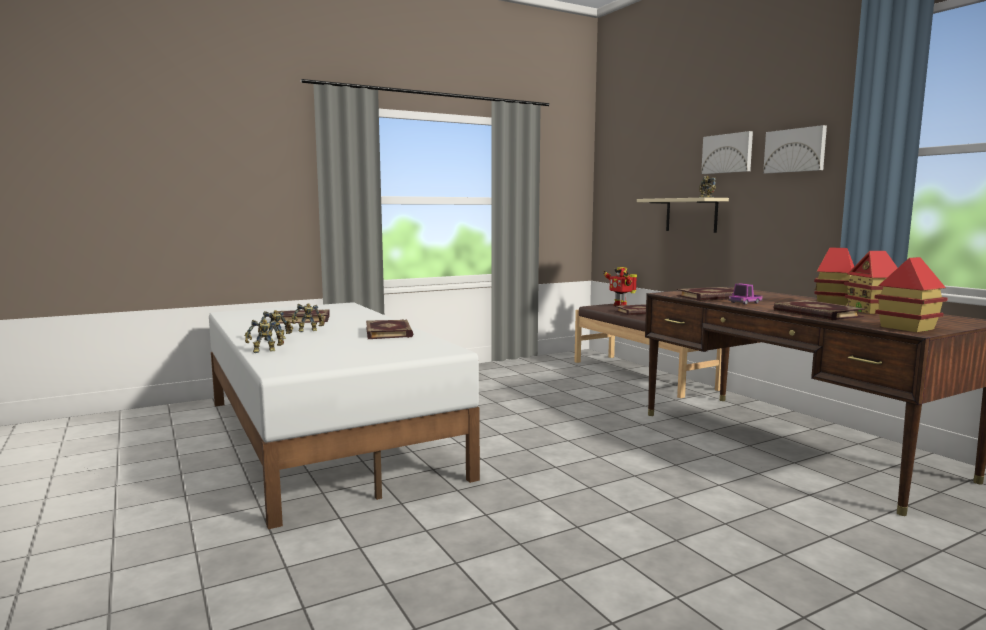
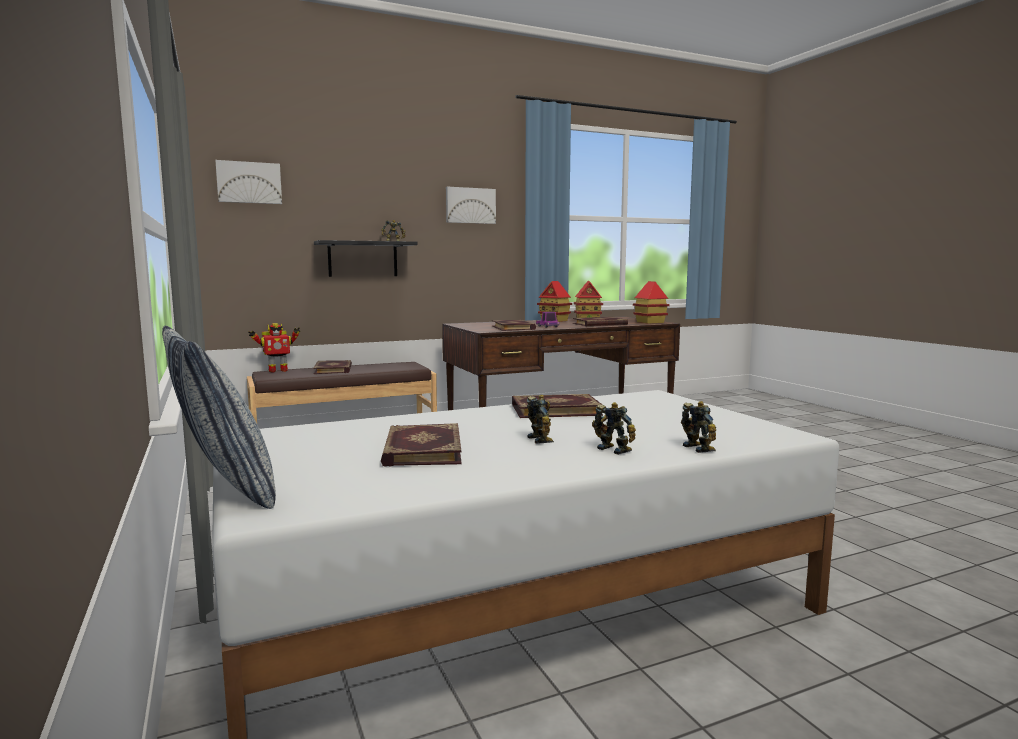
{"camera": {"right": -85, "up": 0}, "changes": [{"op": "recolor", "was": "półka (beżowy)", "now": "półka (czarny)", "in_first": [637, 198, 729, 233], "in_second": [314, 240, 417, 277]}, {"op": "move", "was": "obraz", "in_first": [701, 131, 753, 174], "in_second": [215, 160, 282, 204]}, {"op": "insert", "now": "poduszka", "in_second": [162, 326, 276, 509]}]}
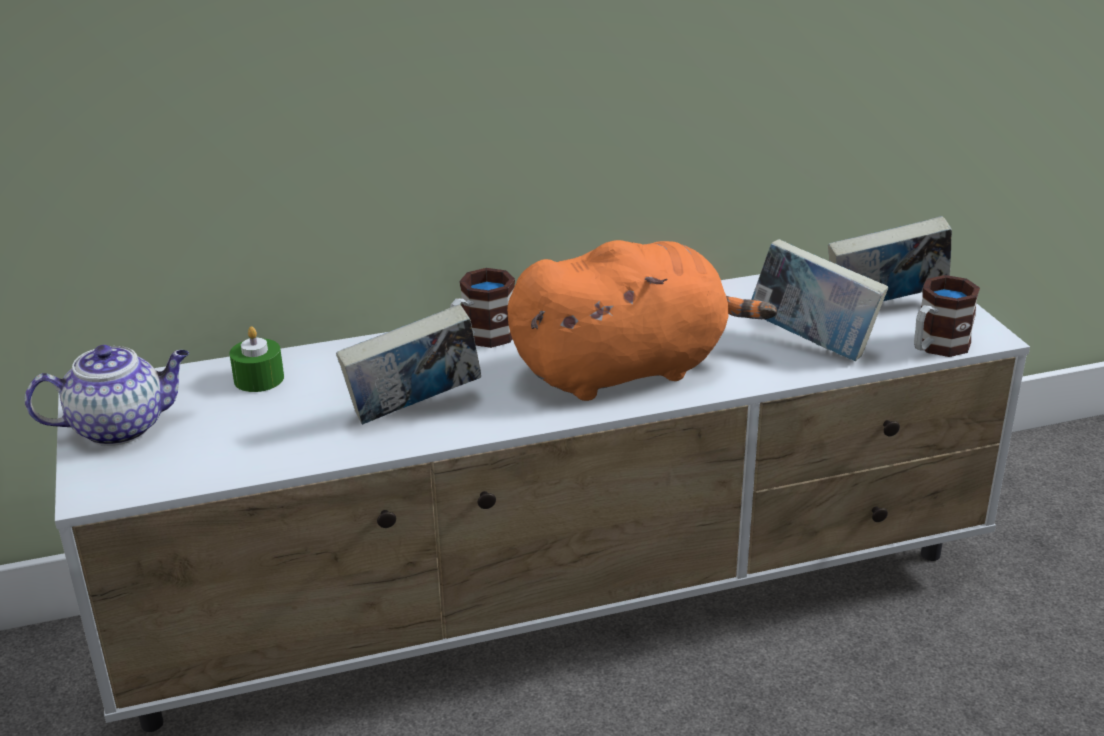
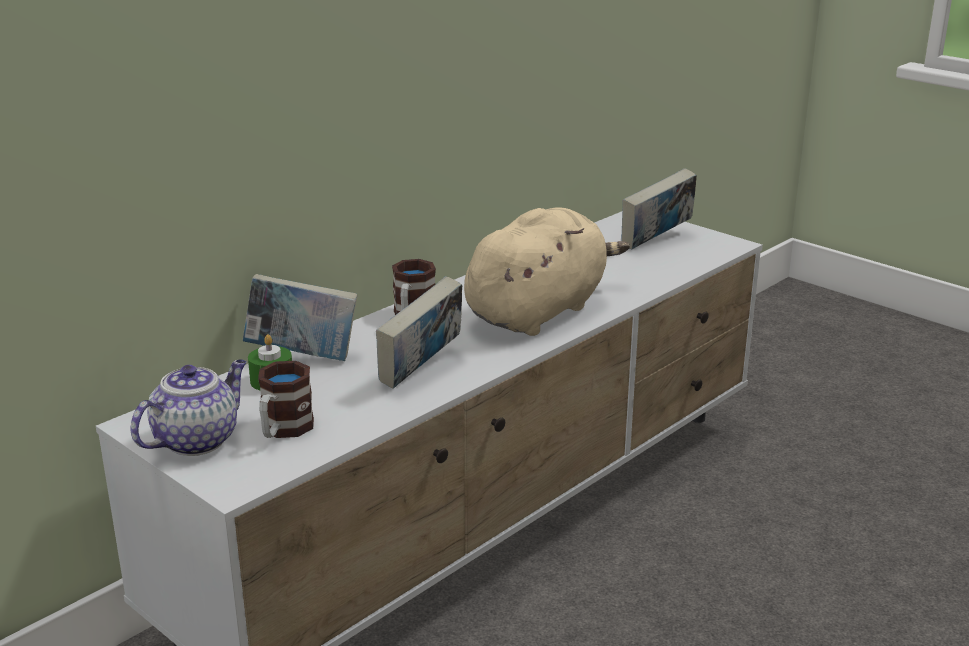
{"camera": {"right": -30, "up": -5}, "changes": [{"op": "recolor", "was": "pluszak (pomarańczowy)", "now": "pluszak (beżowy)", "in_first": [507, 240, 777, 401], "in_second": [464, 207, 630, 336]}, {"op": "move", "was": "książka", "in_first": [751, 239, 888, 361], "in_second": [243, 274, 357, 361]}, {"op": "move", "was": "kubek", "in_first": [914, 275, 980, 357], "in_second": [258, 361, 314, 438]}]}
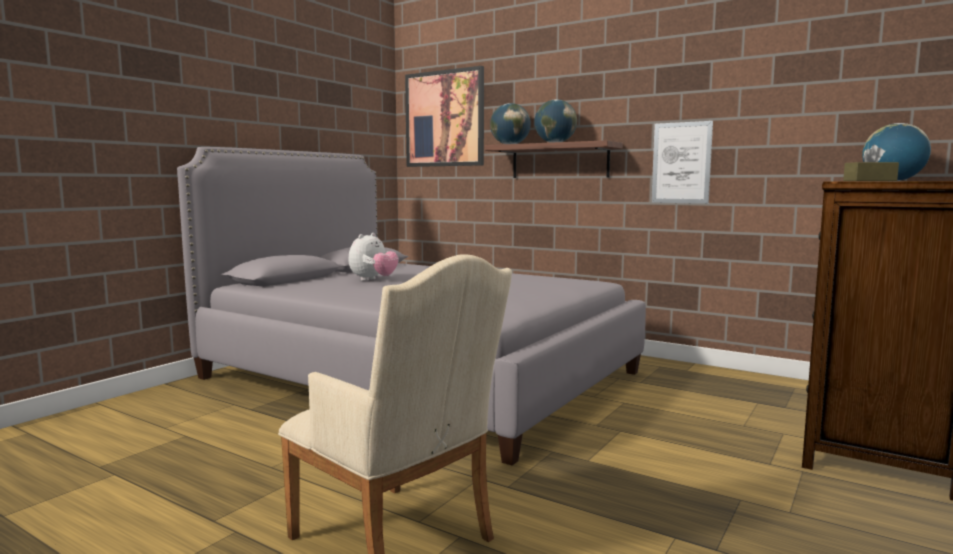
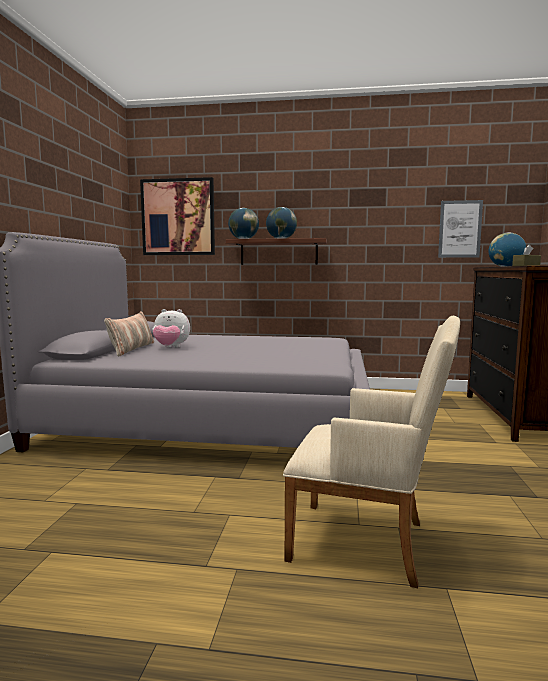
{"camera": {"right": -25, "up": 0}, "changes": [{"op": "rotate", "was": "pluszak", "in_first": [349, 233, 399, 281], "in_second": [153, 309, 190, 347], "clockwise": 90}, {"op": "move", "was": "obraz", "in_first": [651, 121, 713, 204], "in_second": [438, 200, 483, 258]}, {"op": "insert", "now": "poduszka", "in_second": [104, 311, 154, 357]}]}
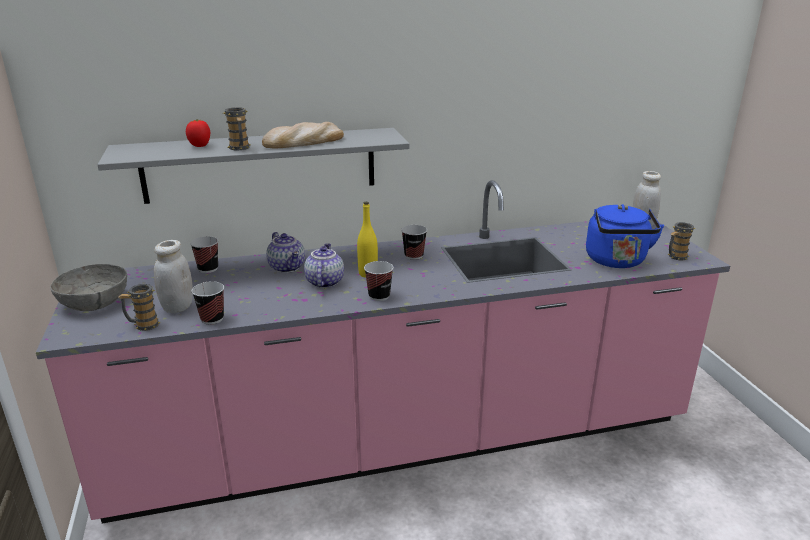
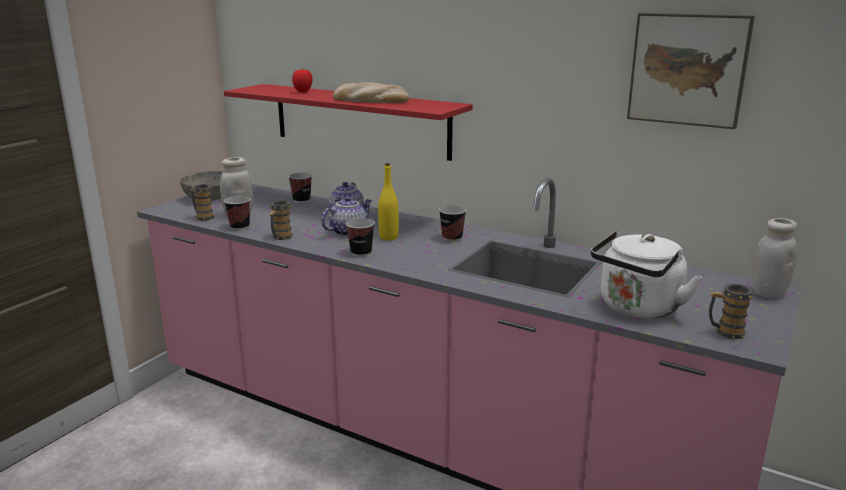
{"camera": {"right": 45, "up": -5}, "changes": [{"op": "recolor", "was": "półka (szary)", "now": "półka (czerwony)", "in_first": [97, 128, 409, 204], "in_second": [224, 84, 473, 161]}, {"op": "move", "was": "kubek", "in_first": [223, 107, 251, 151], "in_second": [269, 200, 293, 240]}, {"op": "recolor", "was": "czajnik (niebieski)", "now": "czajnik (biały)", "in_first": [586, 204, 664, 268], "in_second": [591, 231, 702, 319]}, {"op": "insert", "now": "obraz", "in_second": [627, 13, 755, 129]}]}
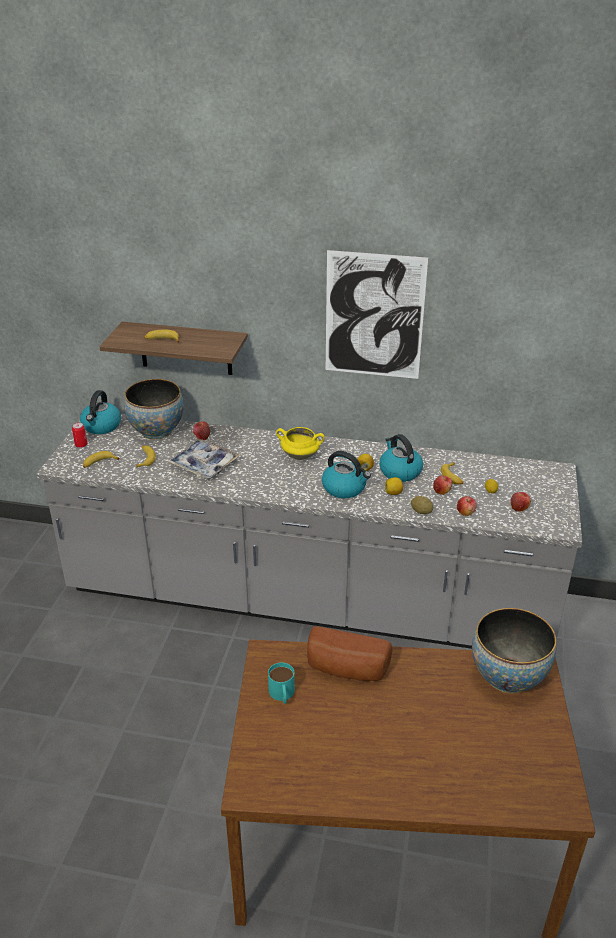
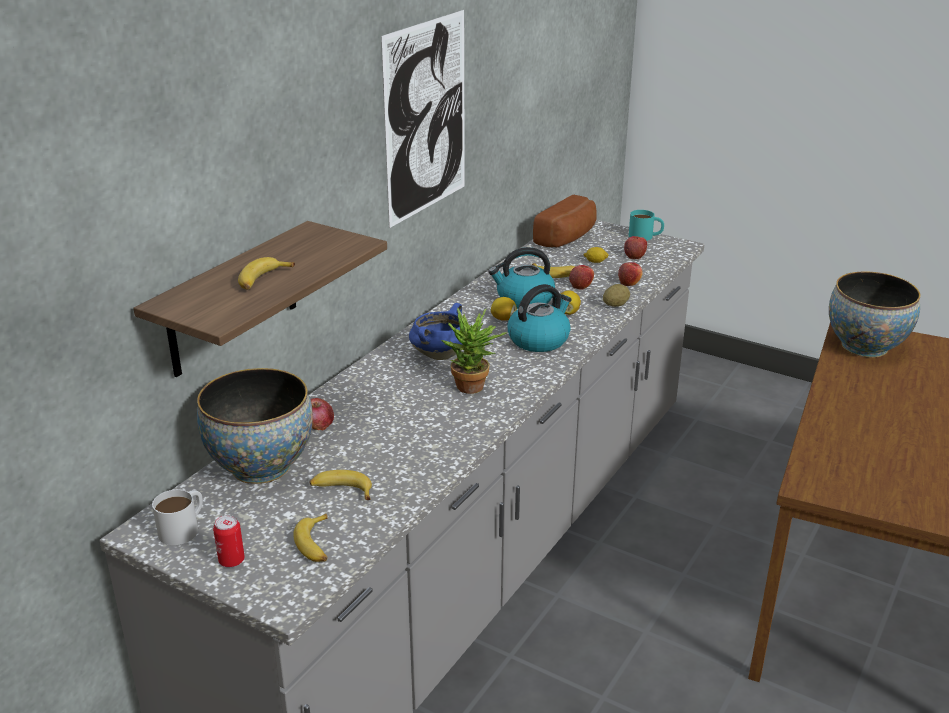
{"camera": {"right": -70, "up": -5}, "changes": [{"op": "replace", "was": "czajnik", "now": "kubek (biały)", "in_first": [80, 390, 121, 434], "in_second": [152, 489, 203, 545]}, {"op": "delete", "was": "taca", "in_first": [167, 439, 240, 479]}, {"op": "move", "was": "kubek (turkusowy)", "in_first": [268, 663, 295, 704], "in_second": [629, 210, 664, 241]}, {"op": "recolor", "was": "garnek (żółty)", "now": "garnek (niebieski)", "in_first": [276, 427, 325, 460], "in_second": [409, 303, 463, 360]}, {"op": "move", "was": "chleb", "in_first": [307, 626, 392, 681], "in_second": [533, 195, 597, 247]}, {"op": "insert", "now": "roślina doniczkowa", "in_second": [441, 308, 508, 394]}]}
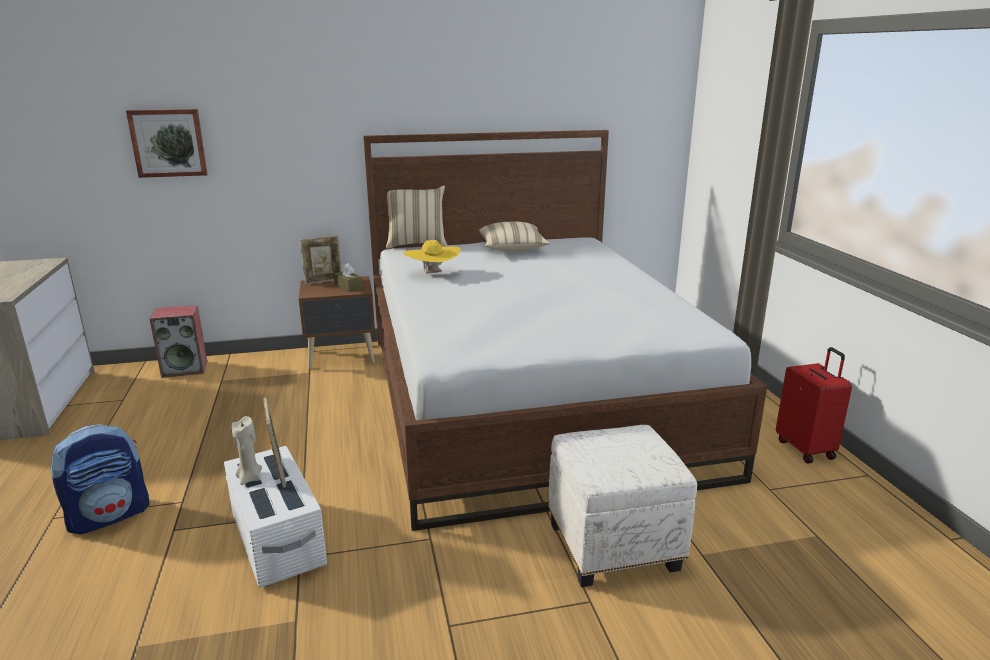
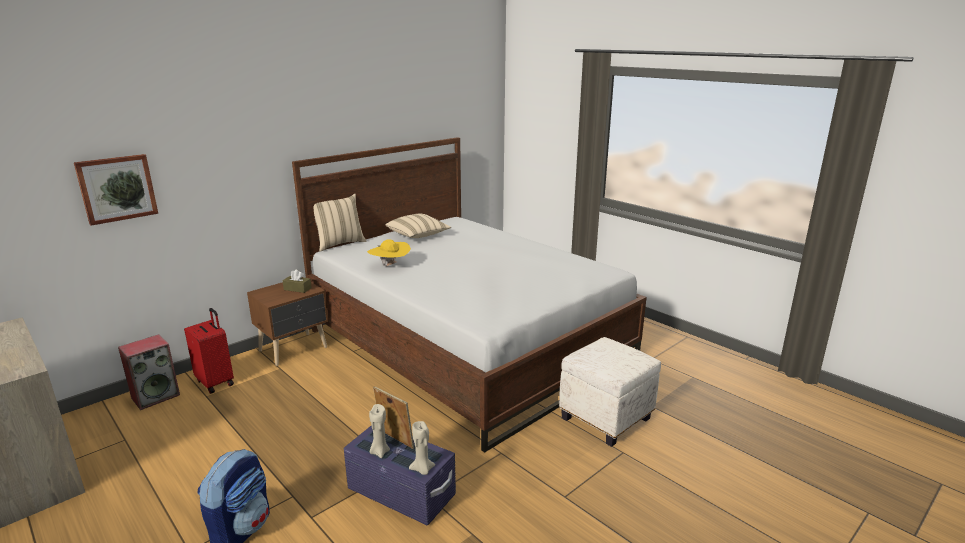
{"camera": {"right": -30, "up": 0}, "changes": [{"op": "recolor", "was": "pojemnik do przechowywania (biały)", "now": "pojemnik do przechowywania (fioletowy)", "in_first": [224, 446, 327, 588], "in_second": [344, 425, 456, 525]}, {"op": "delete", "was": "ramka na zdjęcie", "in_first": [300, 235, 342, 285]}, {"op": "move", "was": "walizka (czerwony)", "in_first": [776, 347, 852, 464], "in_second": [184, 308, 234, 394]}, {"op": "insert", "now": "świeca (beżowy)", "in_second": [409, 421, 435, 475]}]}
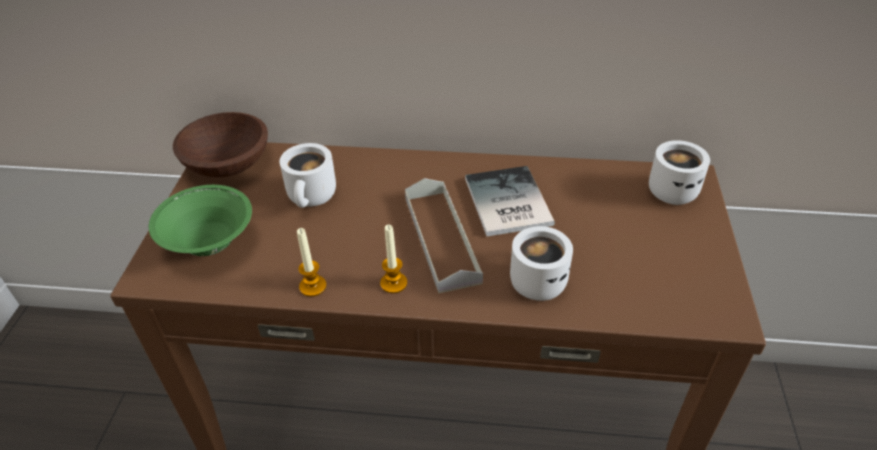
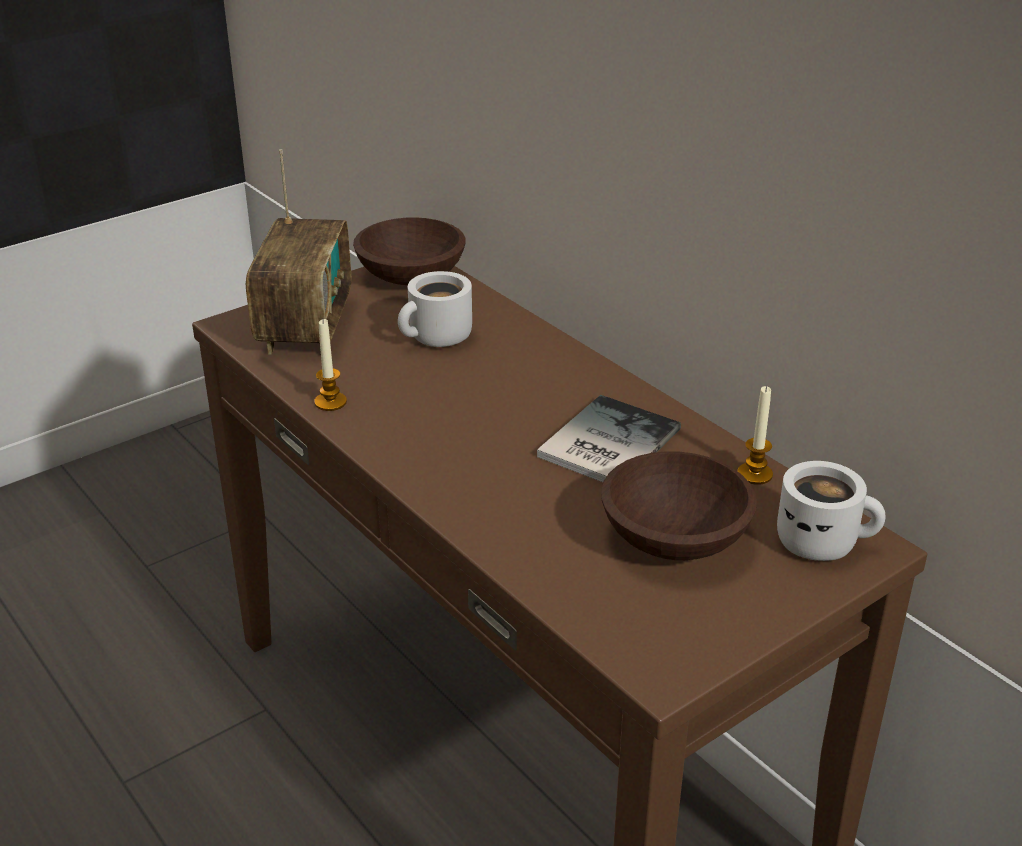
{"camera": {"right": 45, "up": -10}, "changes": [{"op": "replace", "was": "miska (zielony)", "now": "radio", "in_first": [149, 185, 252, 256], "in_second": [246, 149, 352, 354]}, {"op": "move", "was": "świeca", "in_first": [380, 225, 407, 294], "in_second": [738, 386, 773, 485]}, {"op": "delete", "was": "taca (szary)", "in_first": [405, 178, 483, 293]}, {"op": "delete", "was": "kubek (biały)", "in_first": [510, 226, 573, 301]}, {"op": "insert", "now": "miska (brązowy)", "in_second": [601, 451, 757, 560]}]}
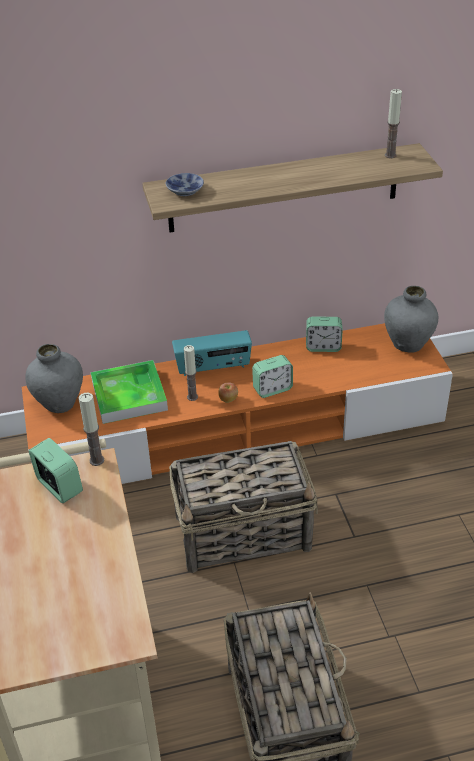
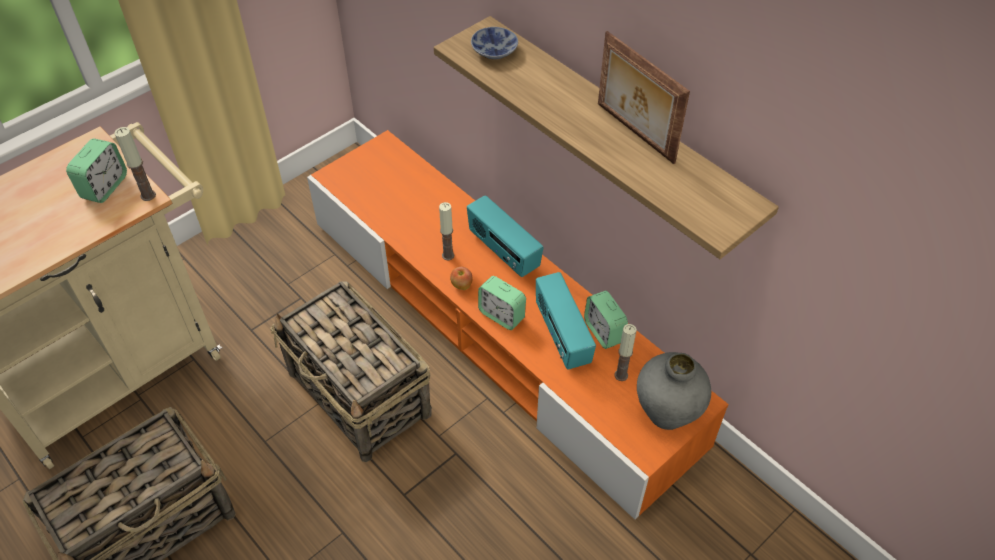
{"camera": {"right": 60, "up": 10}, "changes": [{"op": "delete", "was": "wazon (szary)", "in_first": [25, 344, 83, 413]}, {"op": "delete", "was": "taca", "in_first": [91, 360, 168, 424]}, {"op": "move", "was": "świeca", "in_first": [385, 89, 402, 158], "in_second": [615, 324, 637, 381]}, {"op": "insert", "now": "radio", "in_second": [536, 272, 596, 369]}, {"op": "insert", "now": "ramka na zdjęcie", "in_second": [598, 31, 690, 164]}]}
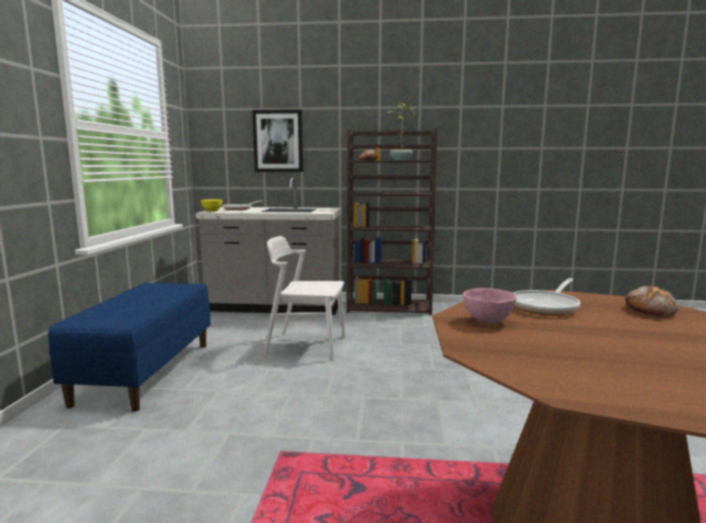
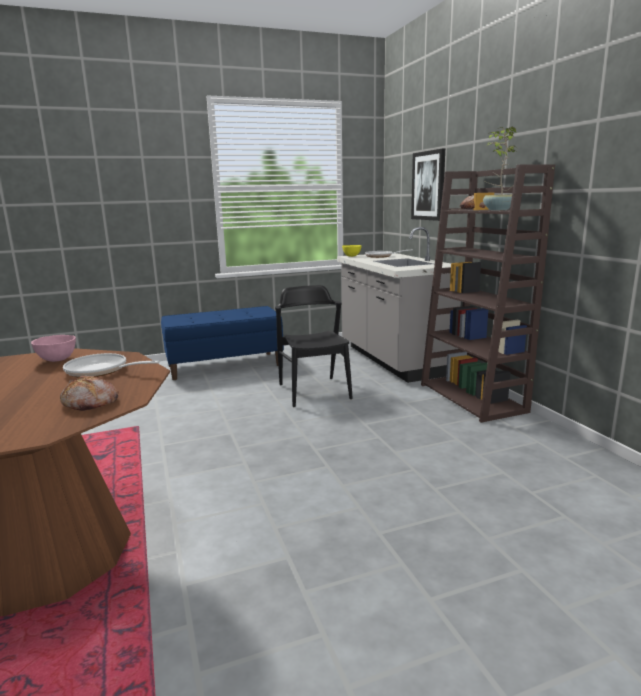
{"camera": {"right": 65, "up": 5}, "changes": [{"op": "recolor", "was": "krzesło (biały)", "now": "krzesło (czarny)", "in_first": [264, 236, 345, 361], "in_second": [275, 285, 353, 407]}]}
